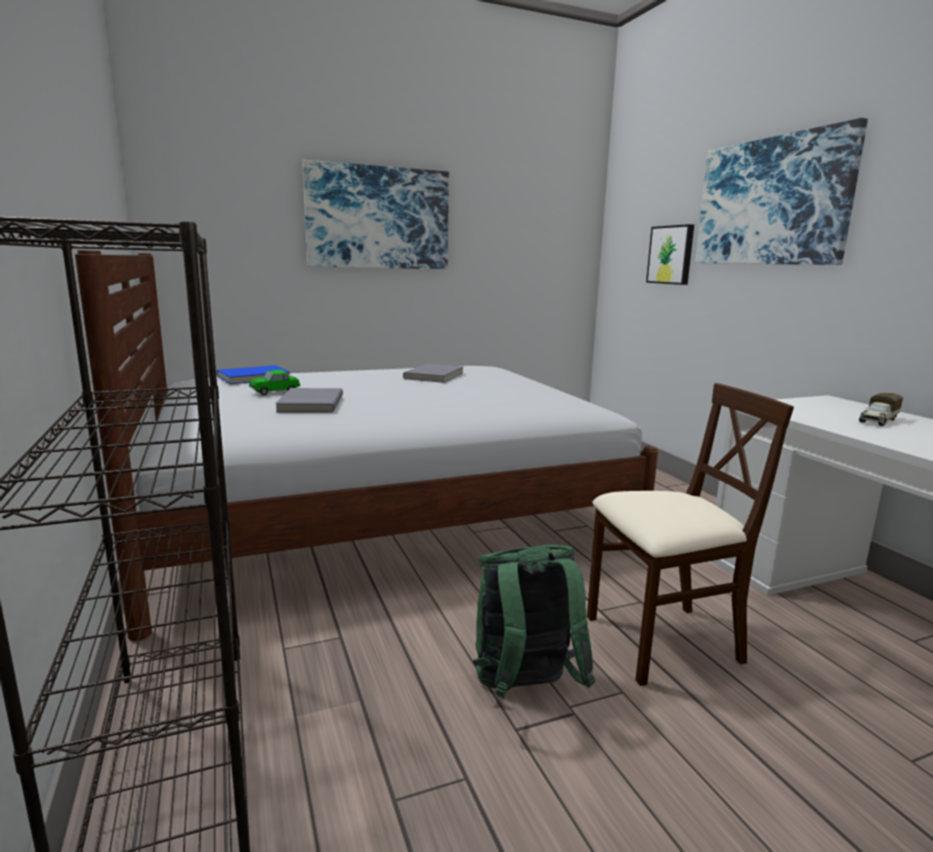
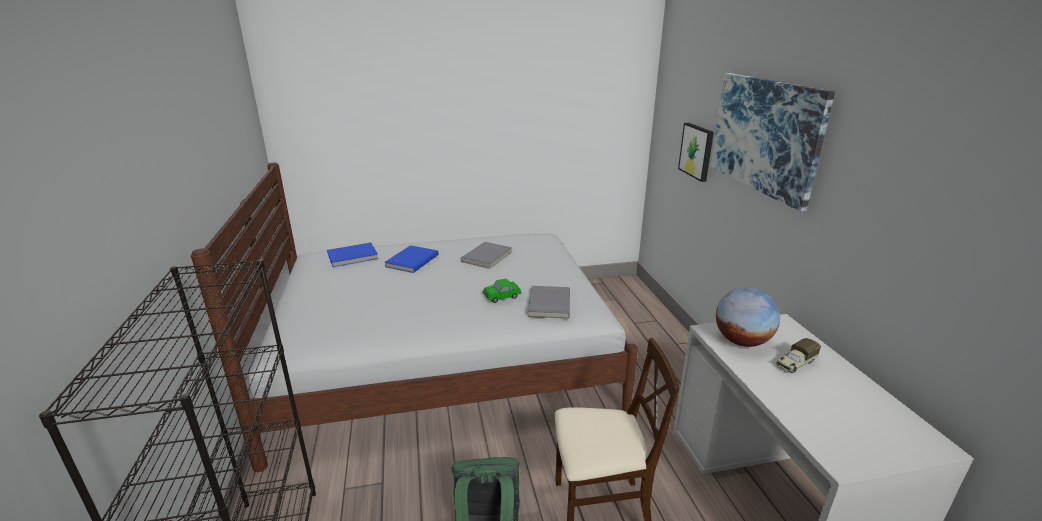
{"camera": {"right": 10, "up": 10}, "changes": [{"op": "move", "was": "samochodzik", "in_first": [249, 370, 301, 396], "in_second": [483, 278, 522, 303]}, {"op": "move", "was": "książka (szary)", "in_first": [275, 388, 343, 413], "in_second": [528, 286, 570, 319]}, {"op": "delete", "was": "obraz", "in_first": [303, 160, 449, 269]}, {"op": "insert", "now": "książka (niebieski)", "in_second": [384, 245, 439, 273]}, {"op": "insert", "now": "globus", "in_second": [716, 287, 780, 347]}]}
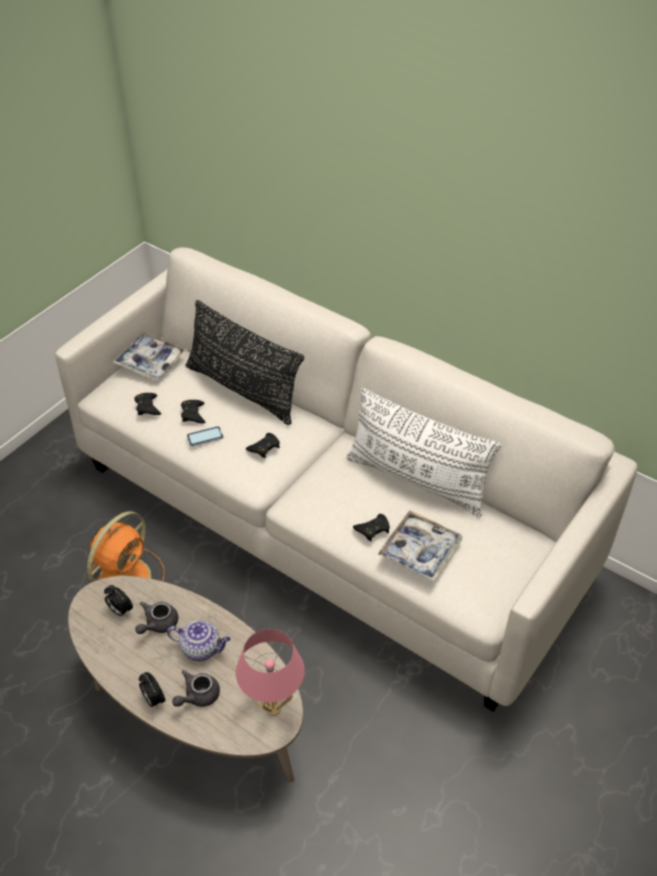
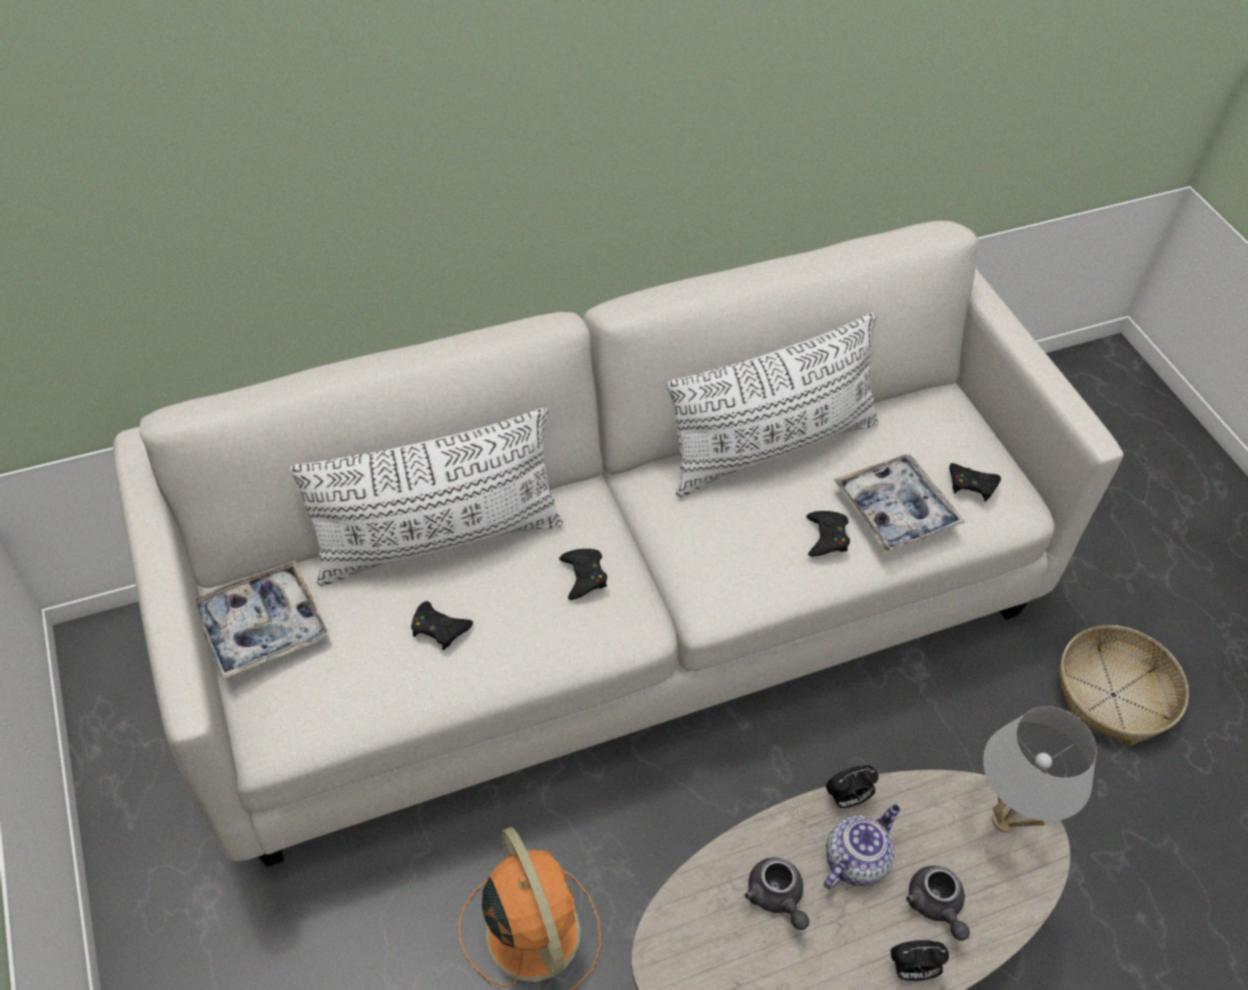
{"camera": {"right": -60, "up": 5}, "changes": [{"op": "move", "was": "budzik", "in_first": [104, 585, 133, 617], "in_second": [826, 765, 878, 808]}, {"op": "move", "was": "pad do gier (czarny)", "in_first": [134, 393, 161, 415], "in_second": [949, 463, 1001, 501]}, {"op": "recolor", "was": "poduszka (czarny)", "now": "poduszka (biały)", "in_first": [186, 300, 304, 425], "in_second": [290, 408, 563, 586]}, {"op": "delete", "was": "telefon", "in_first": [187, 426, 223, 446]}, {"op": "recolor", "was": "lampa stołowa (różowy)", "now": "lampa stołowa (biały)", "in_first": [236, 629, 305, 716], "in_second": [983, 706, 1097, 832]}, {"op": "insert", "now": "koszyk", "in_second": [1058, 625, 1189, 746]}]}
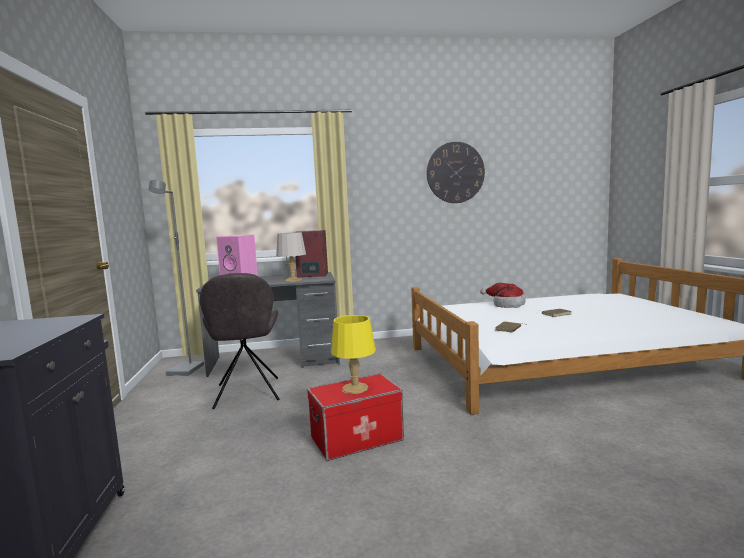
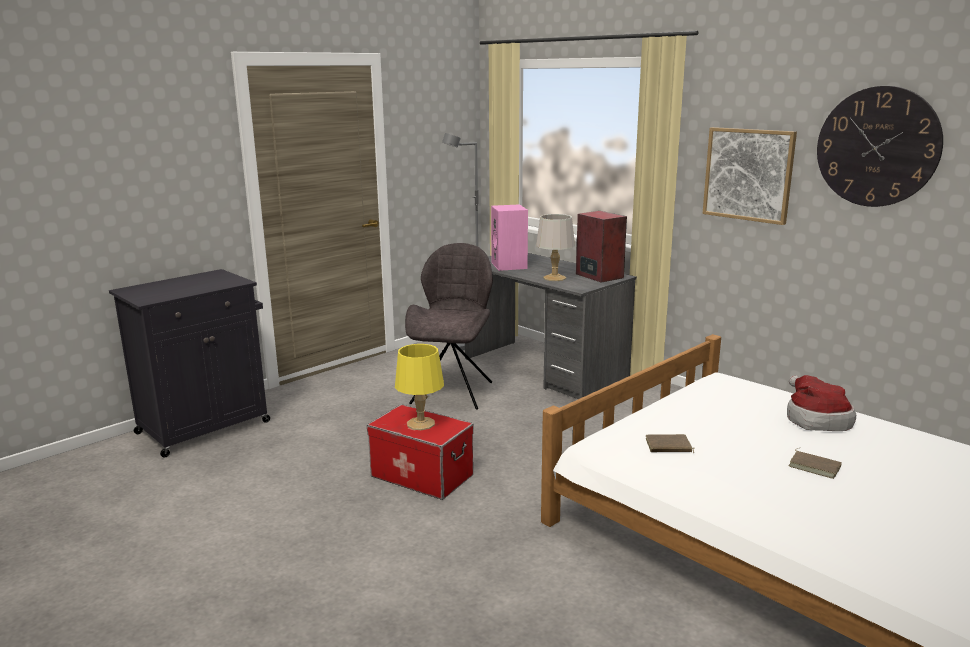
{"camera": {"right": 55, "up": 10}, "changes": [{"op": "rotate", "was": "krzesło (szary)", "in_first": [200, 273, 280, 409], "in_second": [405, 243, 493, 410], "clockwise": 150}, {"op": "insert", "now": "obraz", "in_second": [703, 127, 797, 225]}]}
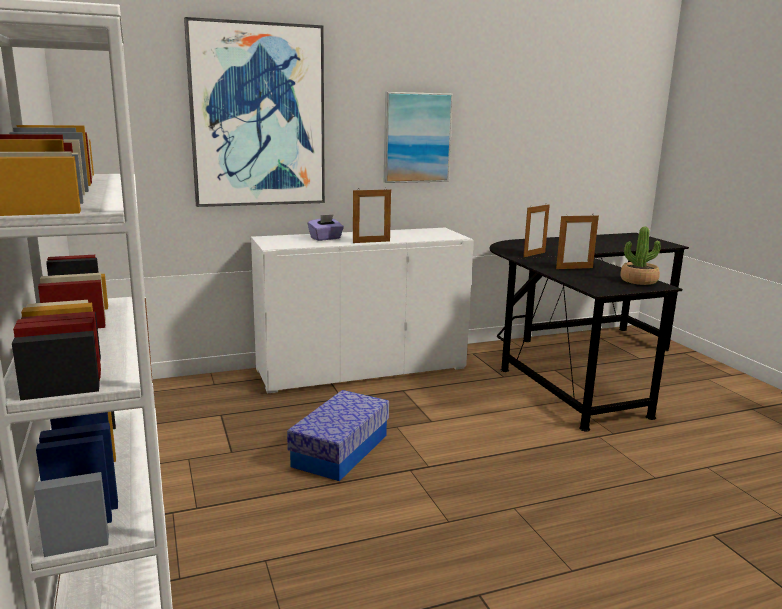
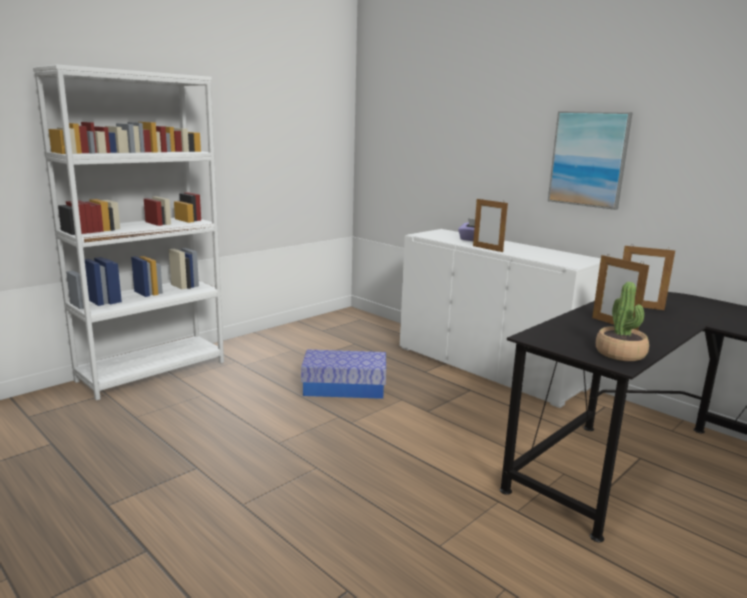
{"camera": {"right": 65, "up": 0}, "changes": [{"op": "delete", "was": "obraz", "in_first": [184, 17, 325, 207]}]}
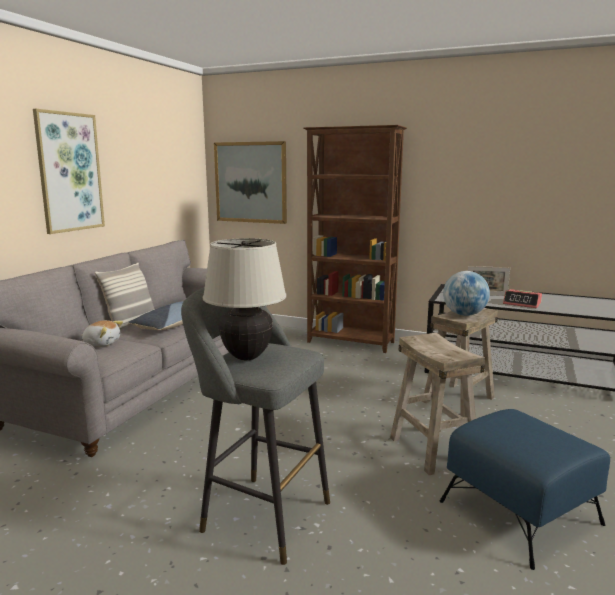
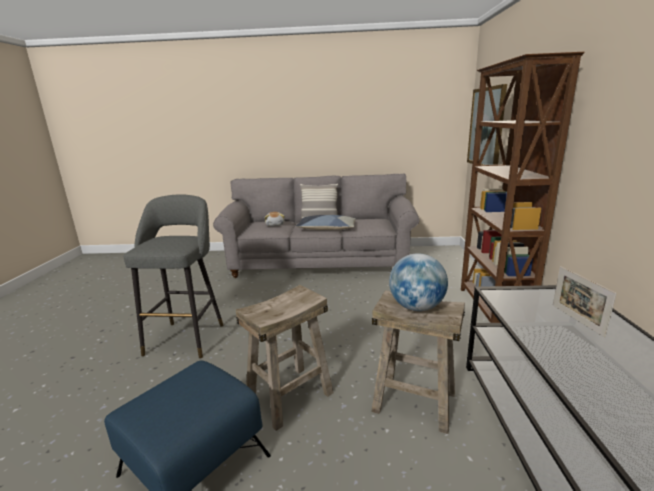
{"camera": {"right": 70, "up": 5}, "changes": [{"op": "delete", "was": "obraz", "in_first": [33, 109, 105, 234]}, {"op": "delete", "was": "lampa stołowa (beżowy)", "in_first": [202, 238, 287, 360]}, {"op": "delete", "was": "budzik", "in_first": [503, 289, 542, 308]}]}
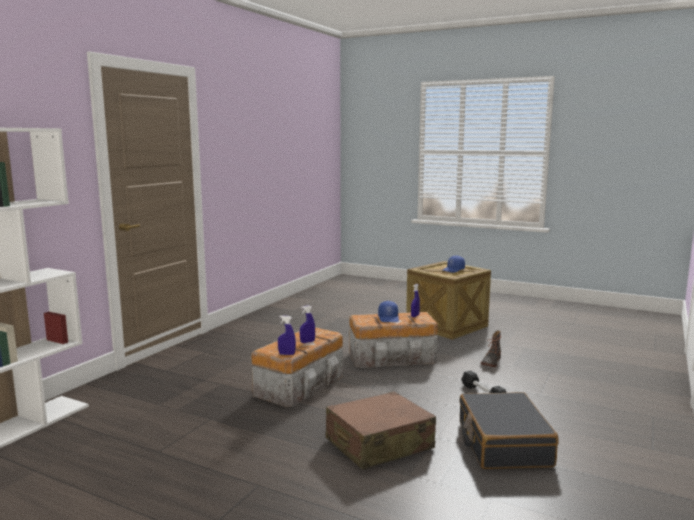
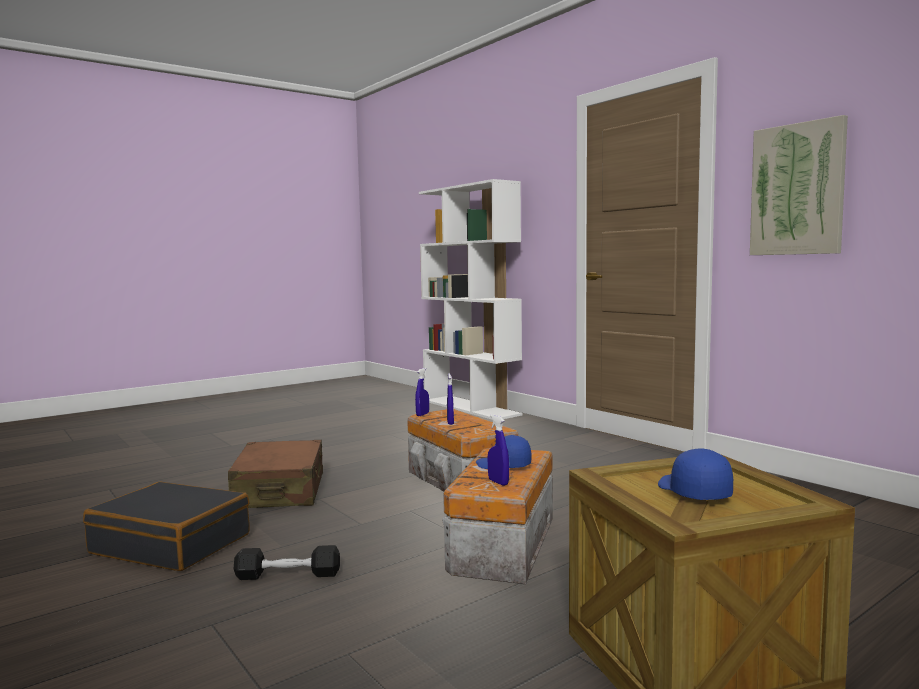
{"camera": {"right": 115, "up": -5}, "changes": [{"op": "delete", "was": "but z cholewką", "in_first": [481, 331, 501, 367]}, {"op": "insert", "now": "obraz", "in_second": [750, 115, 848, 255]}]}
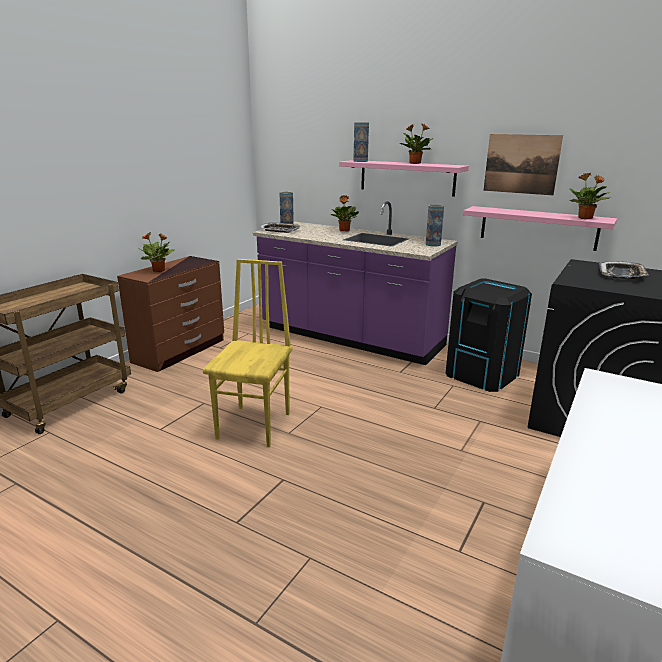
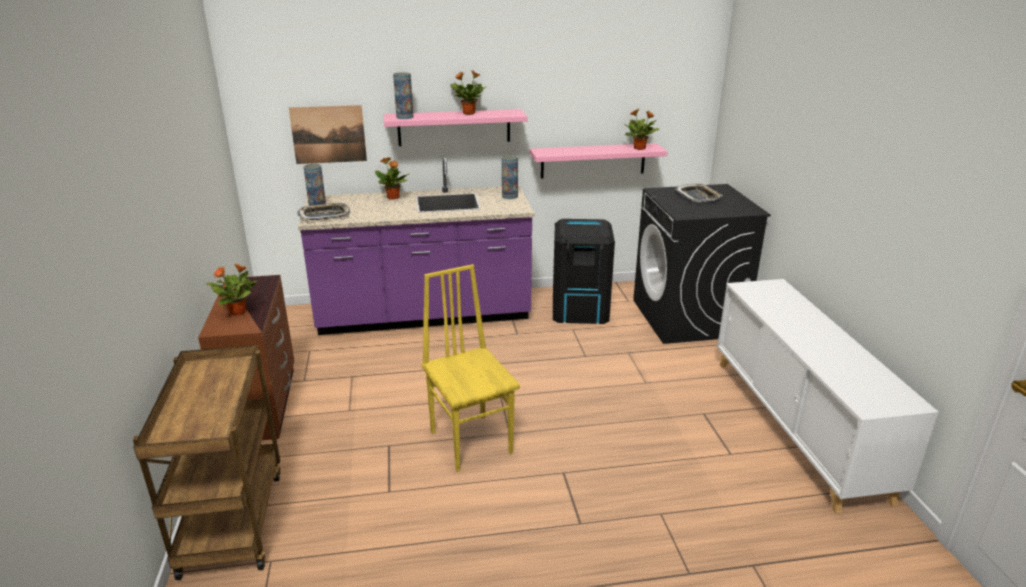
{"camera": {"right": -40, "up": 5}, "changes": [{"op": "move", "was": "obraz", "in_first": [484, 134, 563, 195], "in_second": [289, 105, 367, 164]}]}
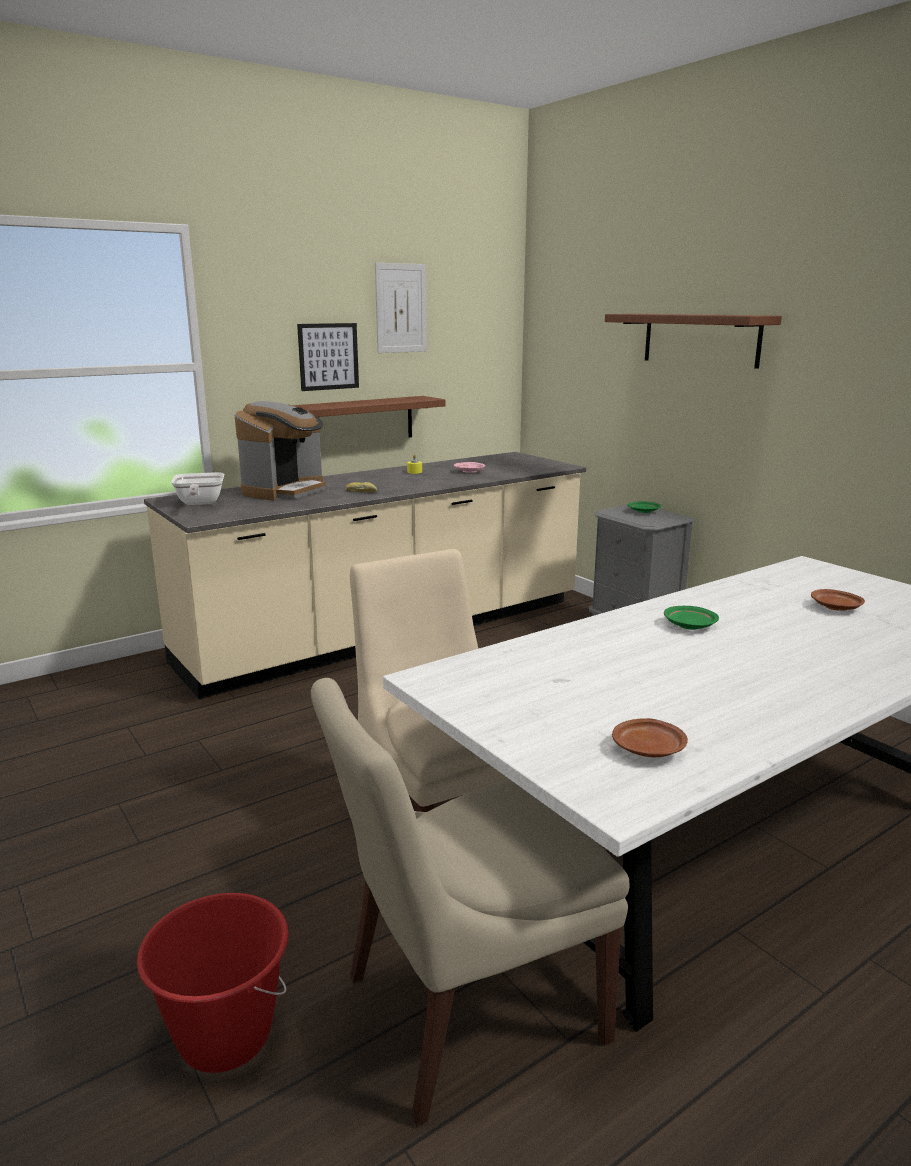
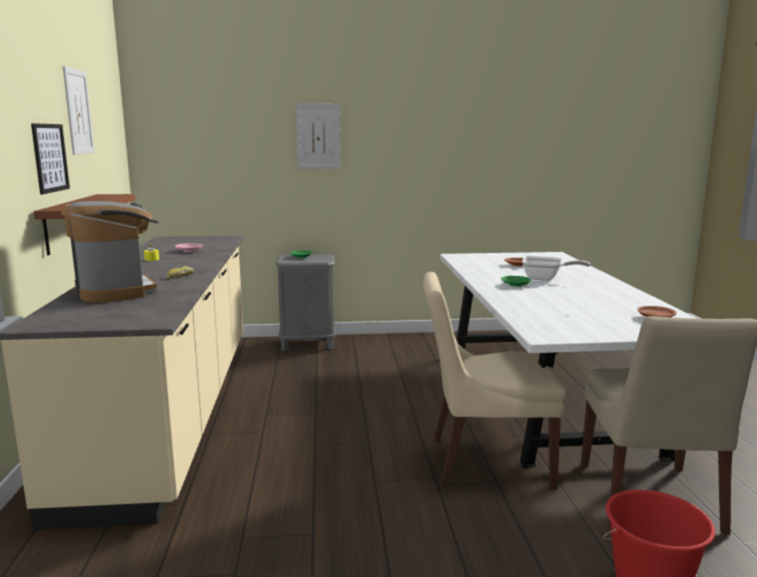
{"camera": {"right": -60, "up": -5}, "changes": [{"op": "move", "was": "patelnia", "in_first": [171, 472, 224, 505], "in_second": [522, 256, 590, 281]}, {"op": "replace", "was": "półka (brązowy)", "now": "obraz", "in_first": [605, 314, 782, 369], "in_second": [296, 103, 341, 169]}]}
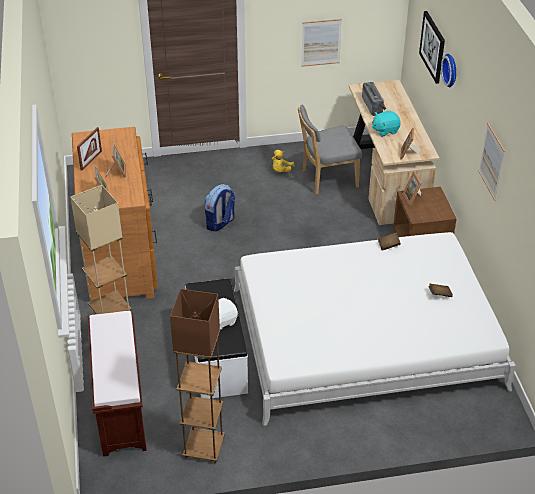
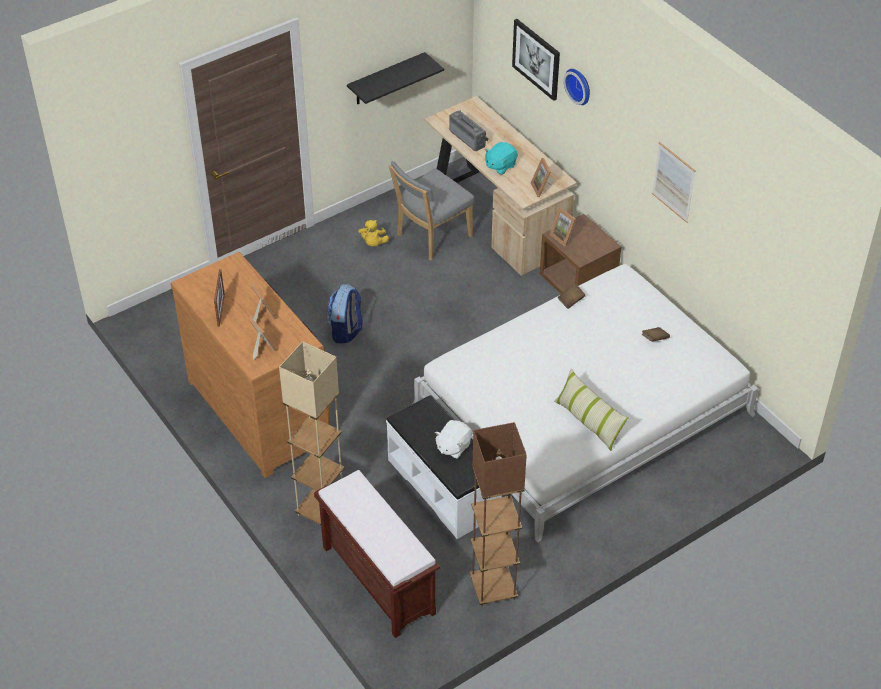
{"camera": {"right": -25, "up": 5}, "changes": [{"op": "replace", "was": "obraz", "now": "półka (czarny)", "in_first": [301, 19, 342, 67], "in_second": [347, 52, 444, 104]}, {"op": "insert", "now": "poduszka", "in_second": [554, 369, 628, 451]}]}
